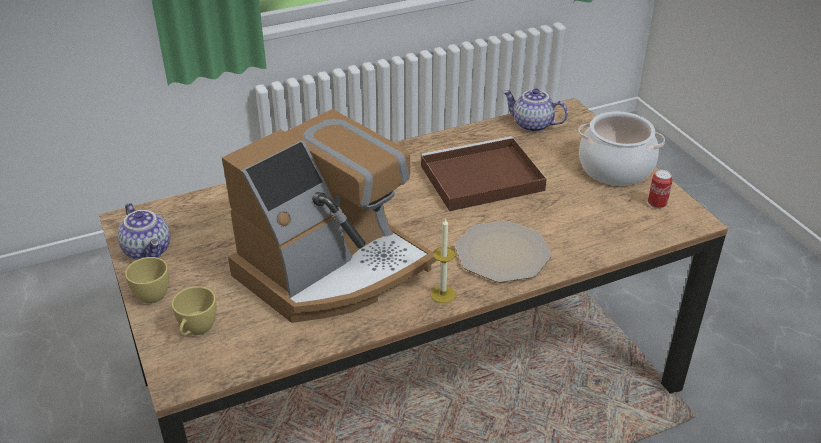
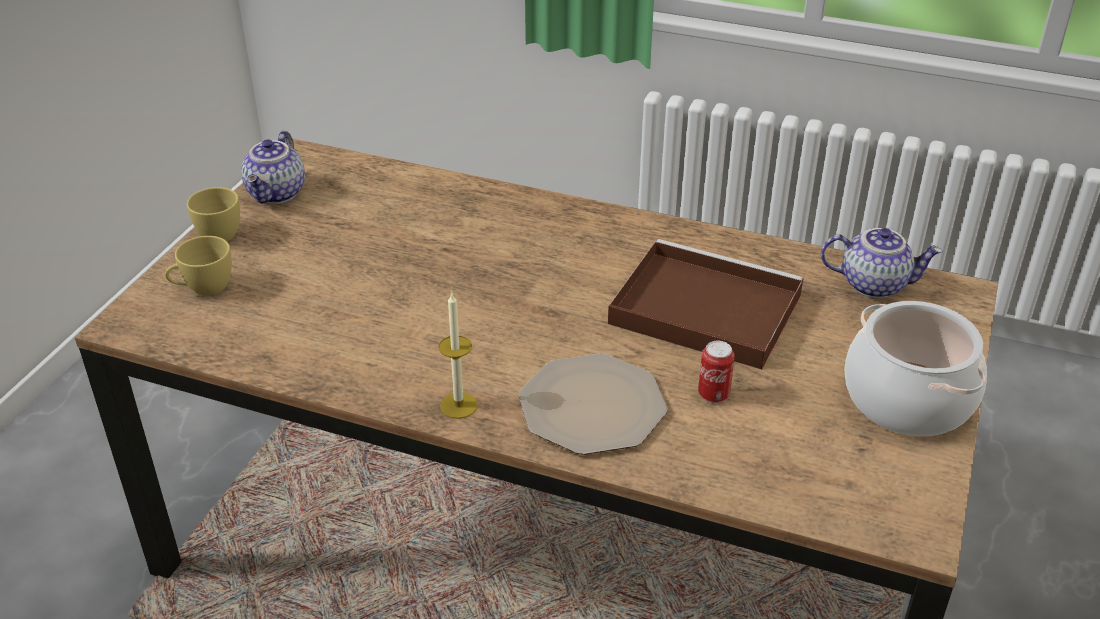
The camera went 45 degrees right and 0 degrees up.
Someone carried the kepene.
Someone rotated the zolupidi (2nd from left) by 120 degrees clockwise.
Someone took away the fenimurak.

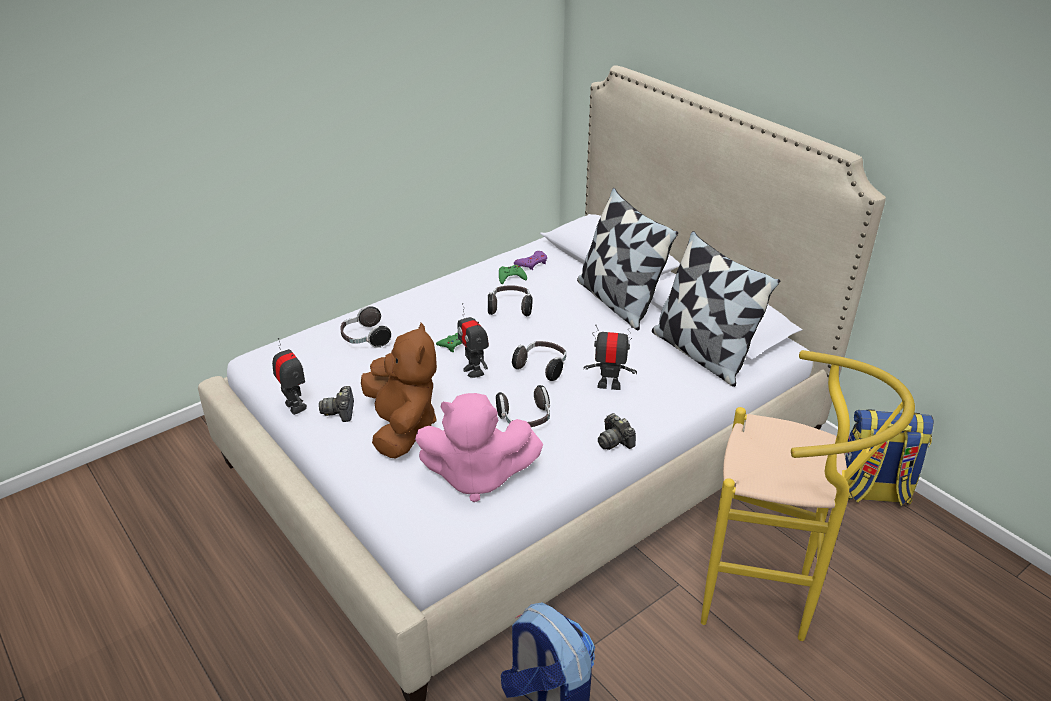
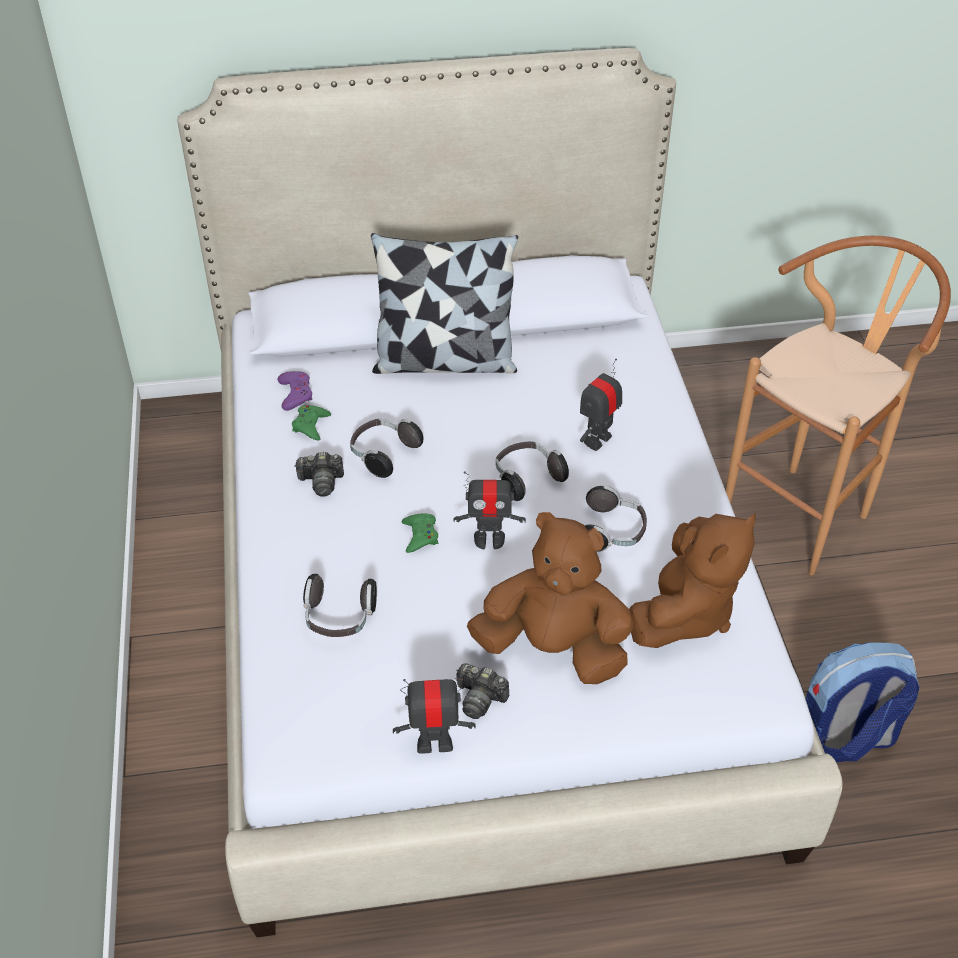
The camera went 60 degrees left and 10 degrees up.
Someone carried the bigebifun (2nd from left in the first image).
Someone repainted the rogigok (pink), which became the rogigok (brown) (2nd from left).
Someone repainted the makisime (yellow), which became the makisime (brown).
Someone took away the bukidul (2nd from left).
Someone took away the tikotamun (2nd from left).

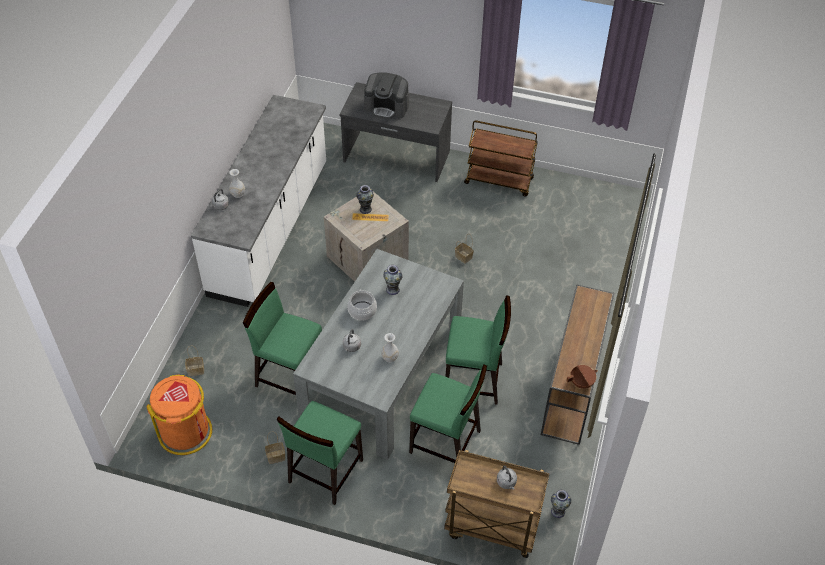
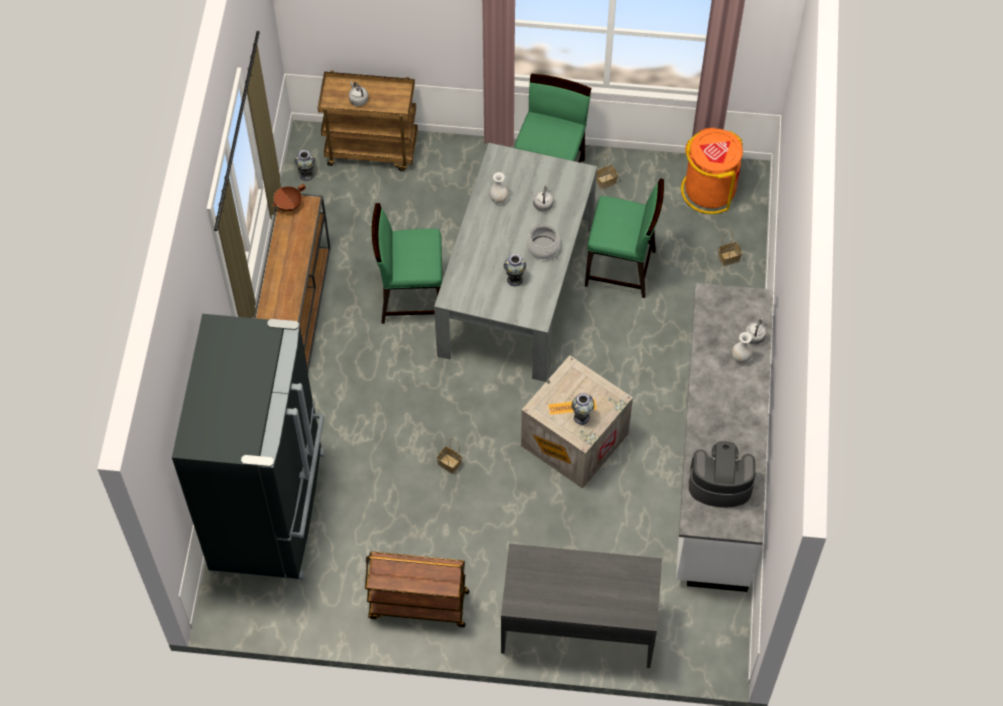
The camera went 170 degrees right and 10 degrees up.
Someone put down the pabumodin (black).
Someone carried the fenimurak.
Someone took away the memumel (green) (3rd from left).

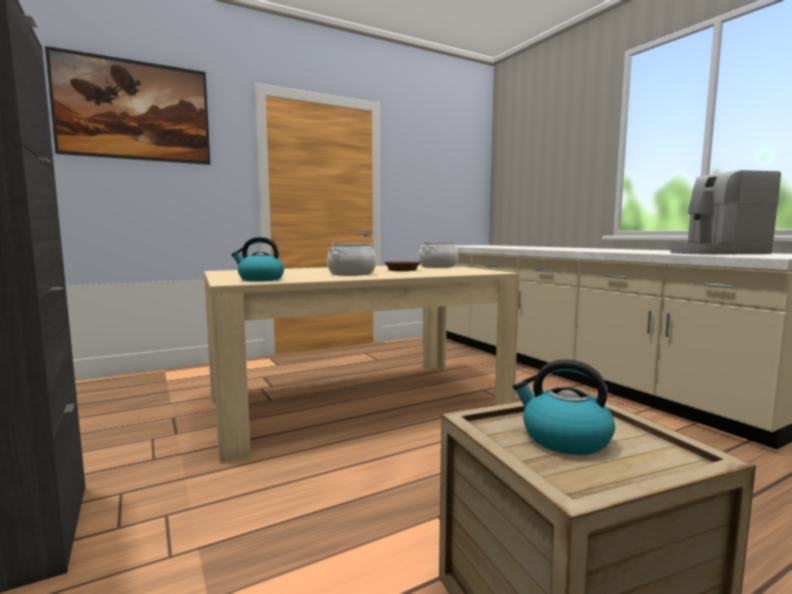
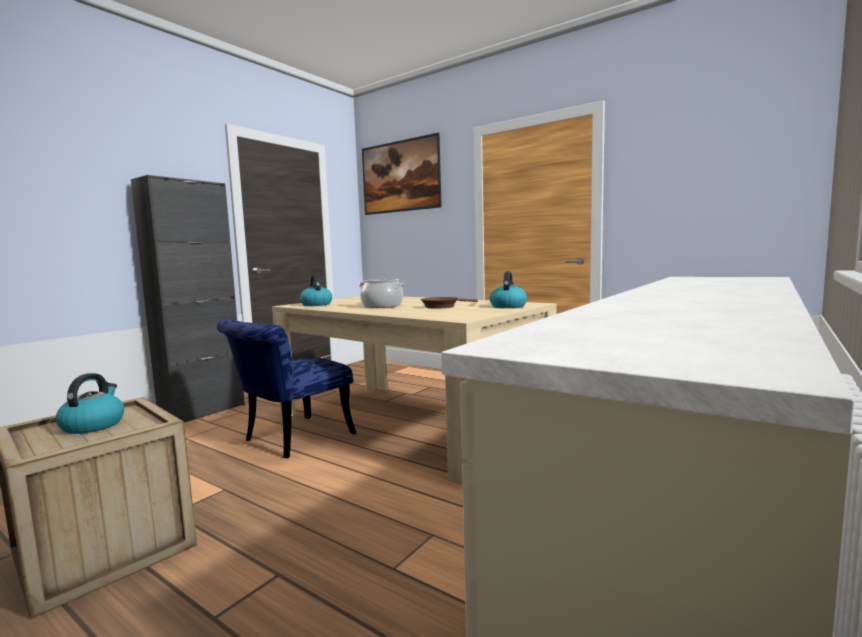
The camera went 65 degrees right and 0 degrees up.
Someone put down the memumel (blue).
Someone swapped the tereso (2nd from left) for the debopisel (3rd from left).
Someone took away the fenimurak.

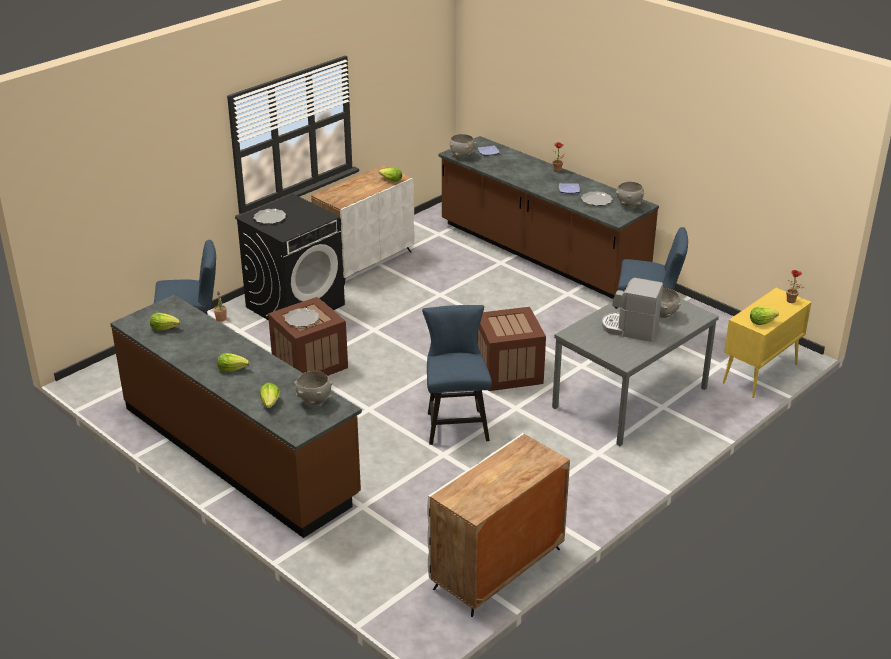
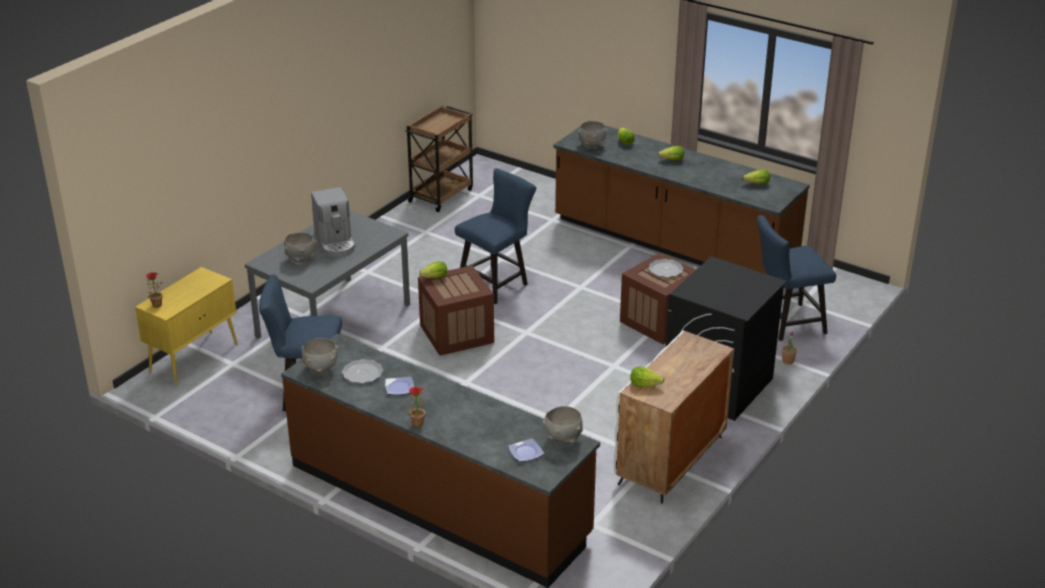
The camera went 170 degrees right and 0 degrees up.
Someone rotated the fenimurak by 60 degrees clockwise.
Someone swapped the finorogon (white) (2nd from left) for the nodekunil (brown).
Someone carried the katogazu (5th from left in the first image).
Someone rotated the memumel (blue) (2nd from left) by 120 degrees counterclockwise.
Someone took away the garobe (1st from left).

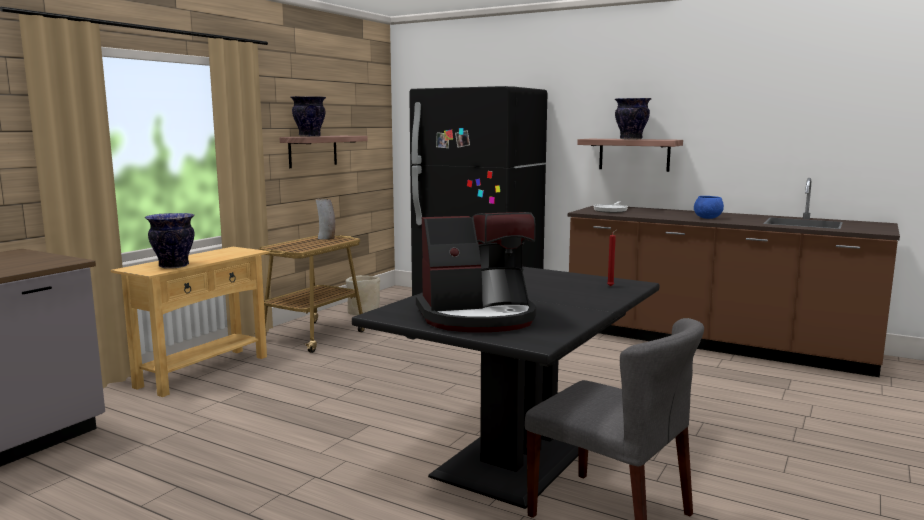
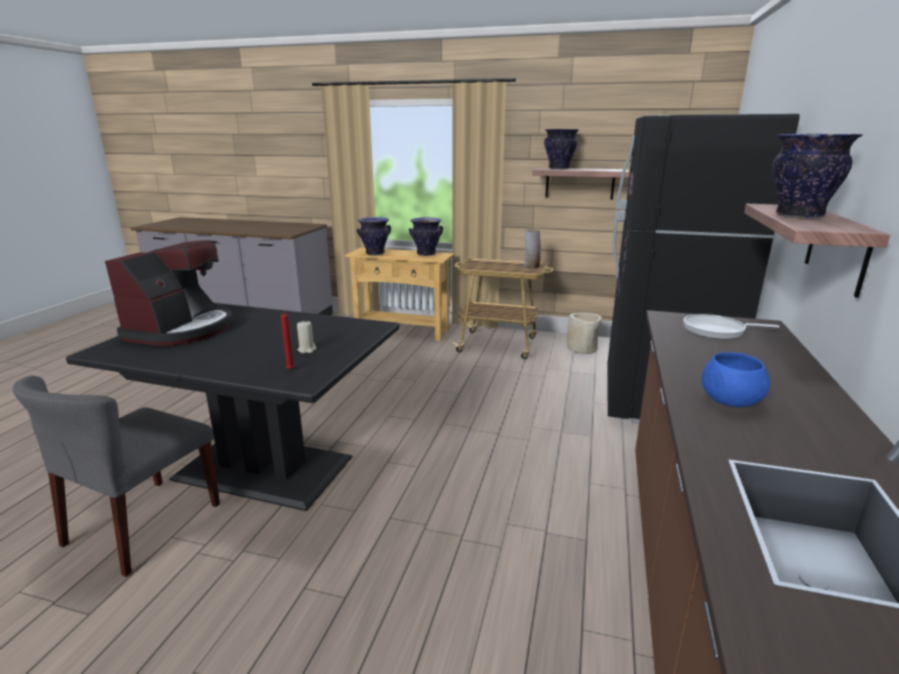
The camera went 75 degrees right and 10 degrees up.
Someone rotated the fenimurak by 135 degrees counterclockwise.
Someone put down the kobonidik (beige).
Someone put down the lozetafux (2nd from left).

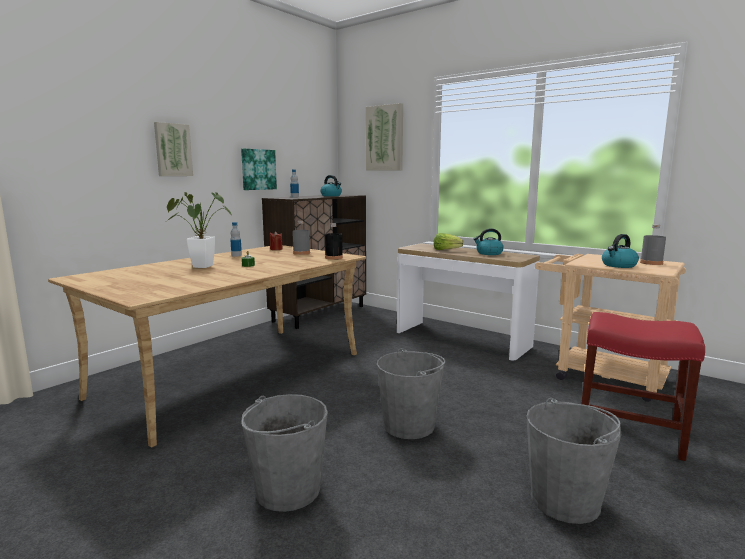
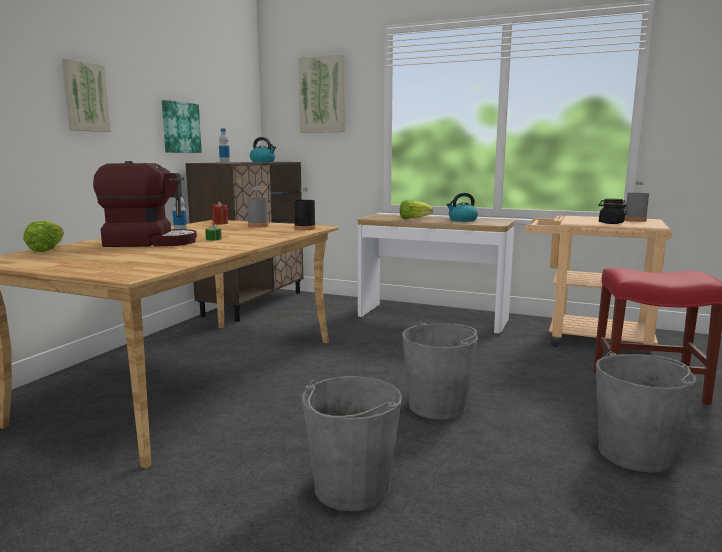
The camera went 15 degrees left and 0 degrees up.
Someone put down the katogazu (1st from left).
Someone swapped the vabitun for the fenimurak.
Someone swapped the debopisel (3rd from left) for the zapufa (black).

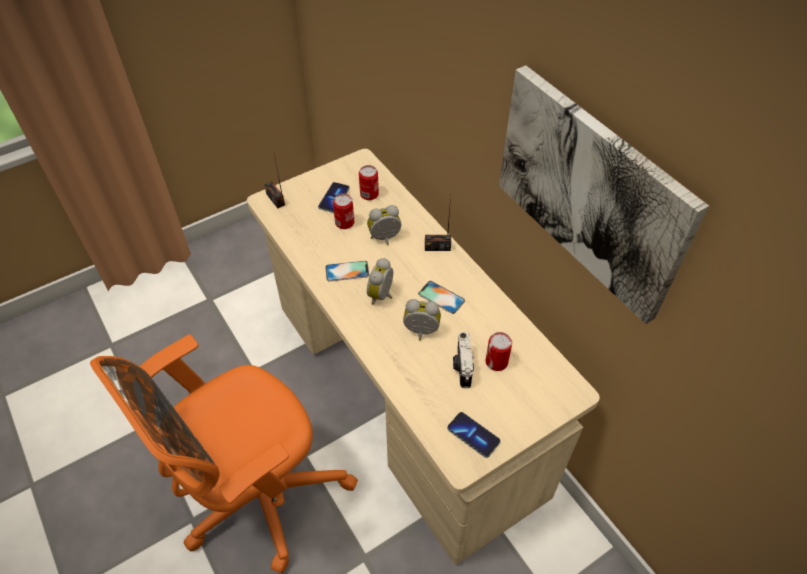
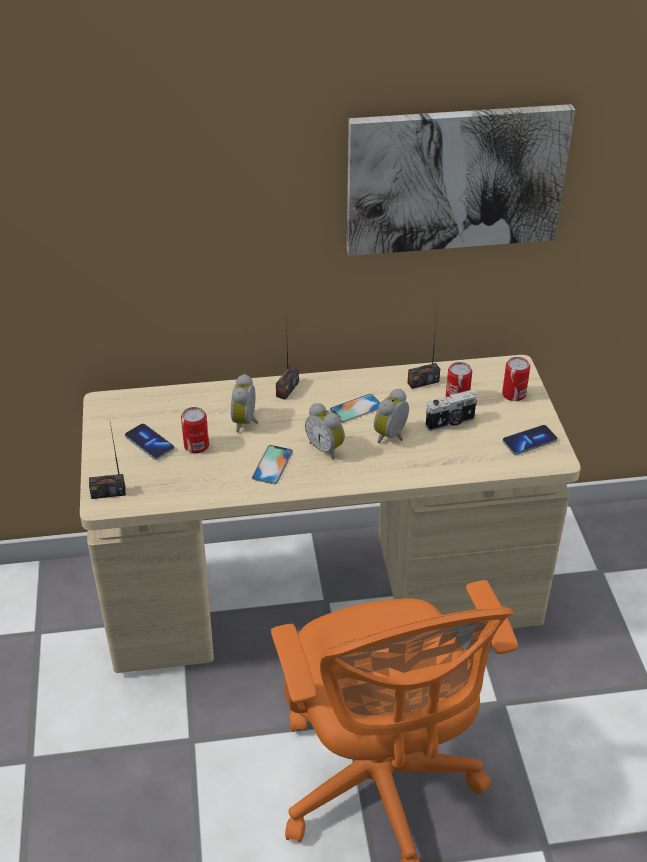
The camera went 65 degrees left and 10 degrees down.
Someone put down the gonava (3rd from left).
Someone rotated the bigebifun by 45 degrees counterclockwise.
Someone carried the kepene (2nd from left in the first image).

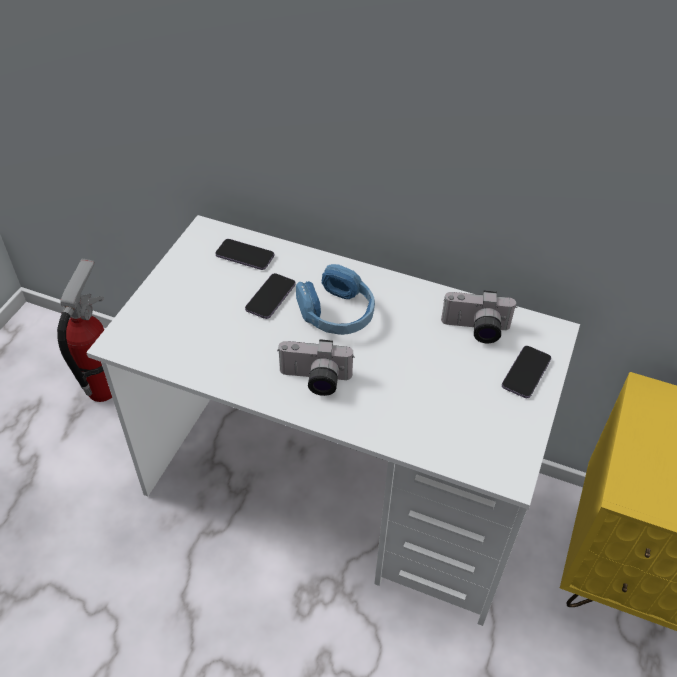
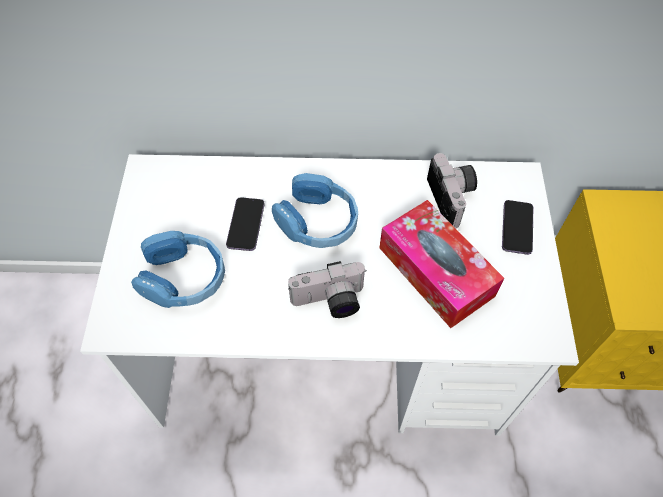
The camera went 20 degrees left and 10 degrees up.
Someone put down the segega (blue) (1st from left).
Someone put down the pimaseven.
Someone rotated the bigebifun (2nd from left) by 90 degrees counterclockwise.
Someone took away the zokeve.
Someone took away the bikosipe (1st from left).

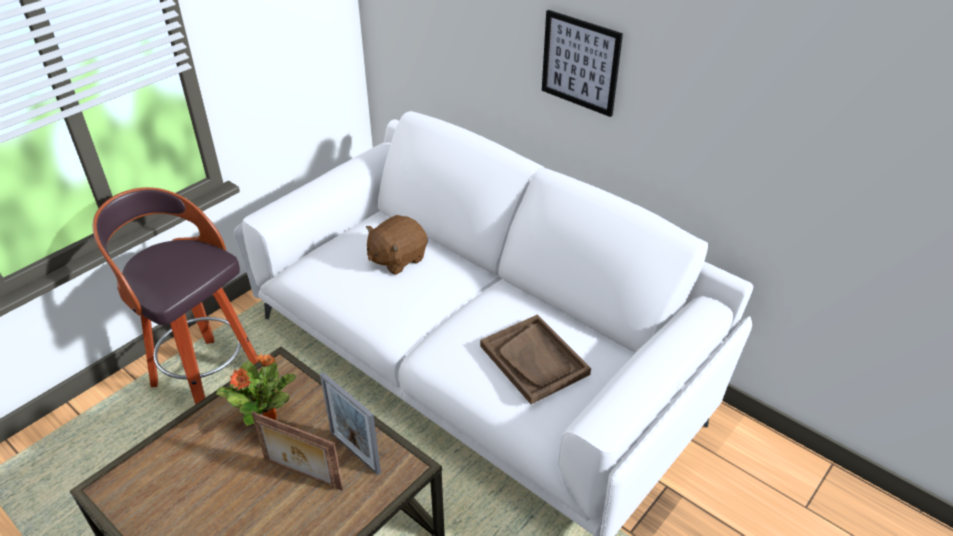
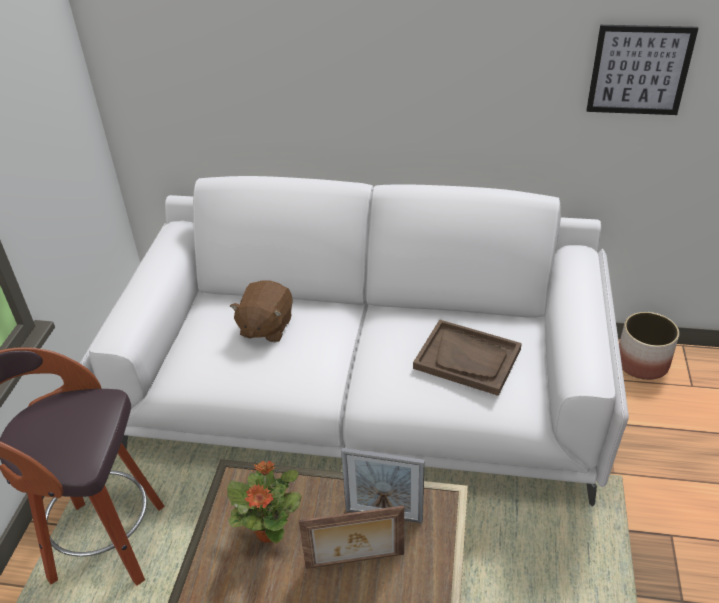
The camera went 30 degrees left and 0 degrees up.
Someone carried the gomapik.
Someone put down the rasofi.

